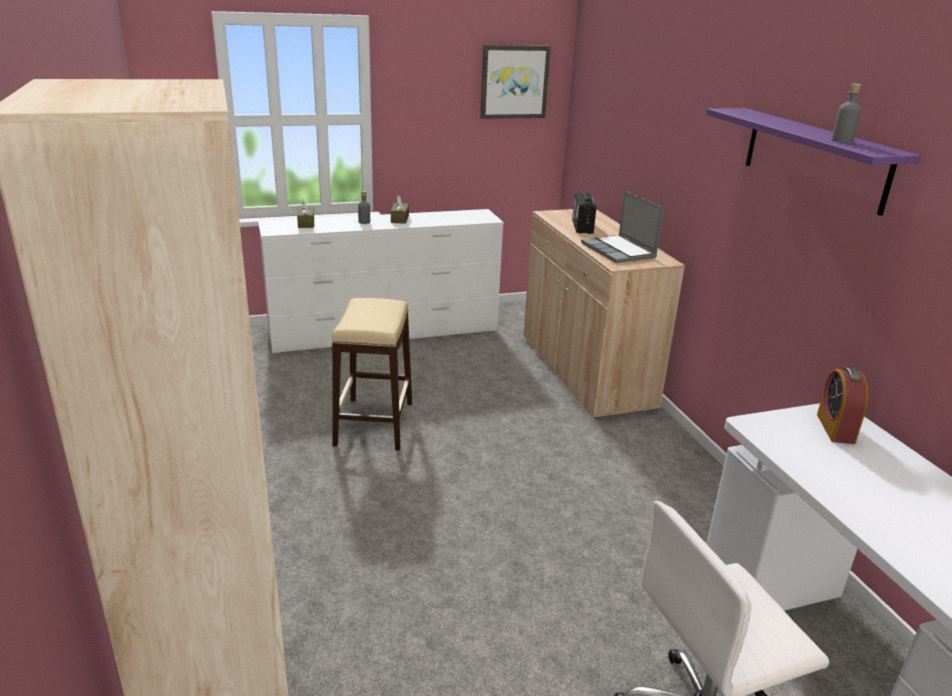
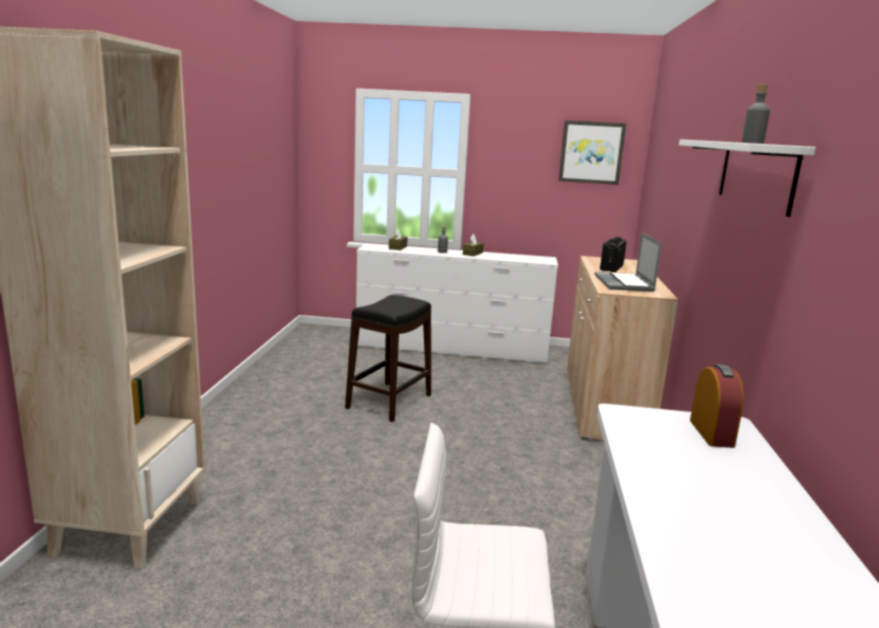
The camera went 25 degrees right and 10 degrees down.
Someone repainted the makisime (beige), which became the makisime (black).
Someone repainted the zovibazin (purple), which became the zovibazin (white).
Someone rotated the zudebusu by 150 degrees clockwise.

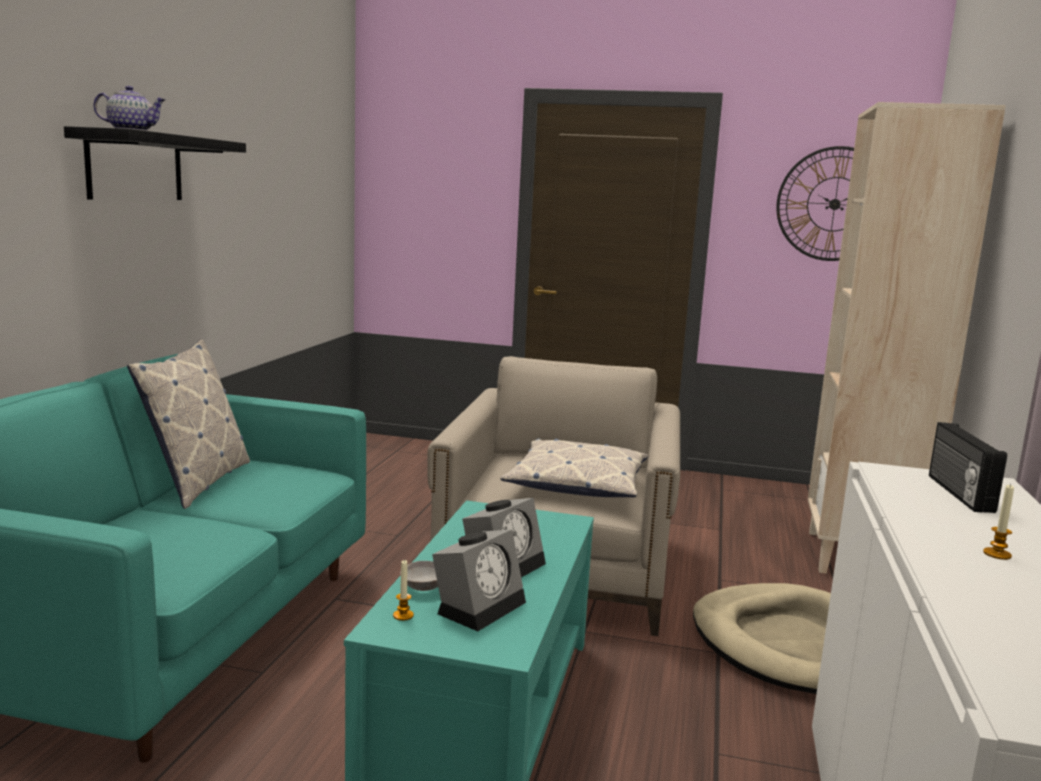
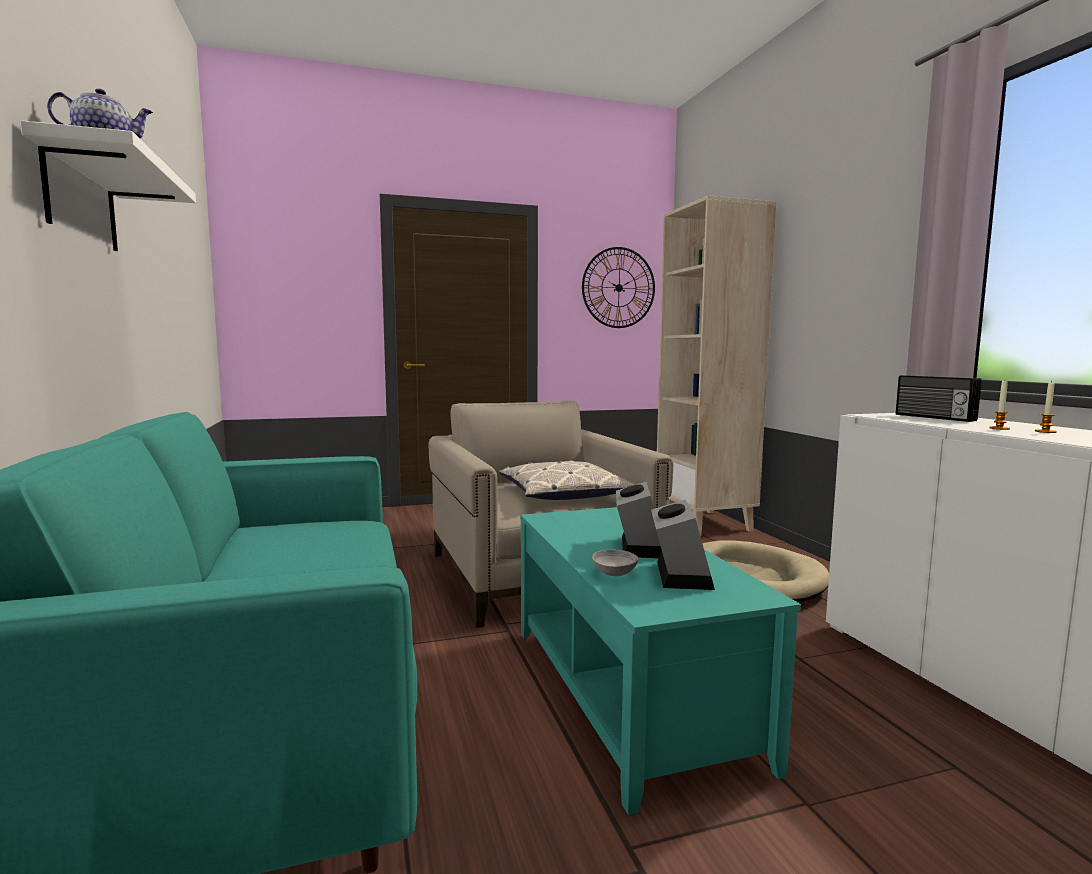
The camera went 30 degrees left and 5 degrees down.
Someone repainted the zovibazin (black), which became the zovibazin (white).
Someone carried the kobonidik (1st from left).
Someone took away the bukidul (1st from left).

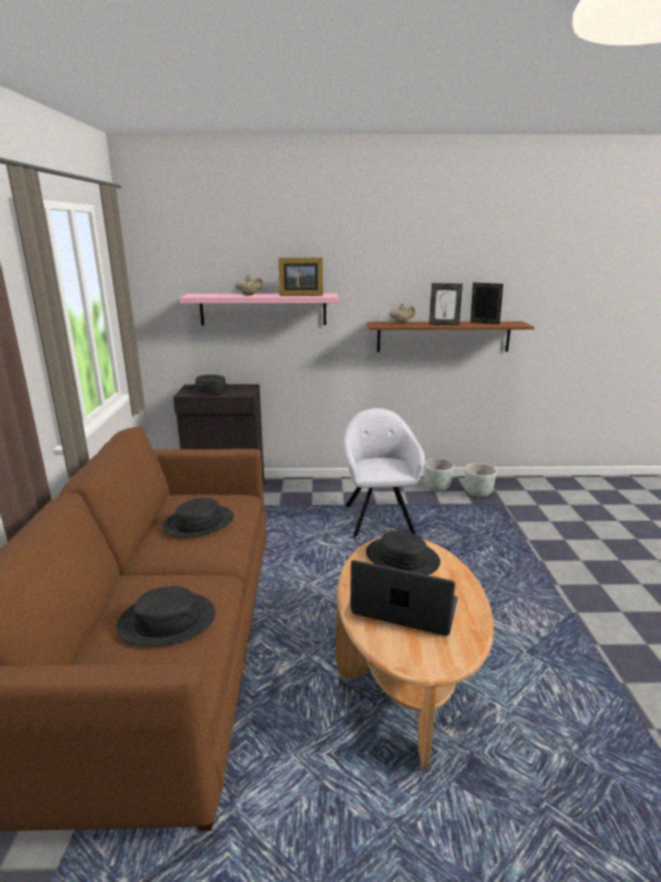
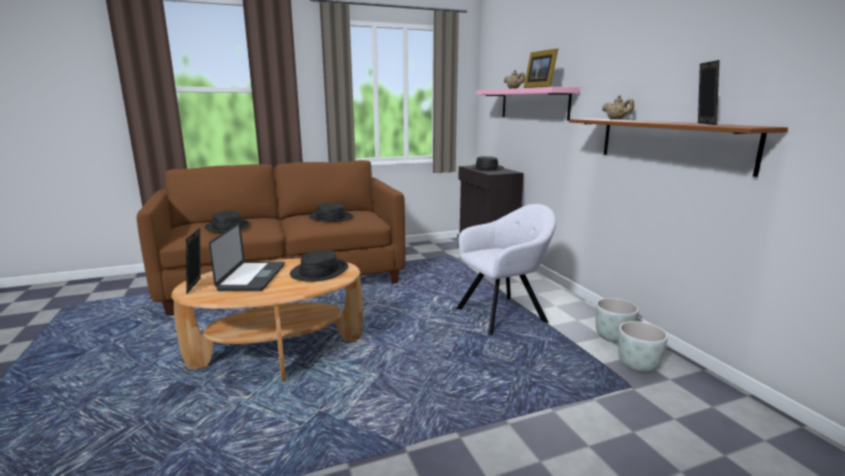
The camera went 70 degrees right and 5 degrees down.
Someone carried the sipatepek (2nd from left in the first image).

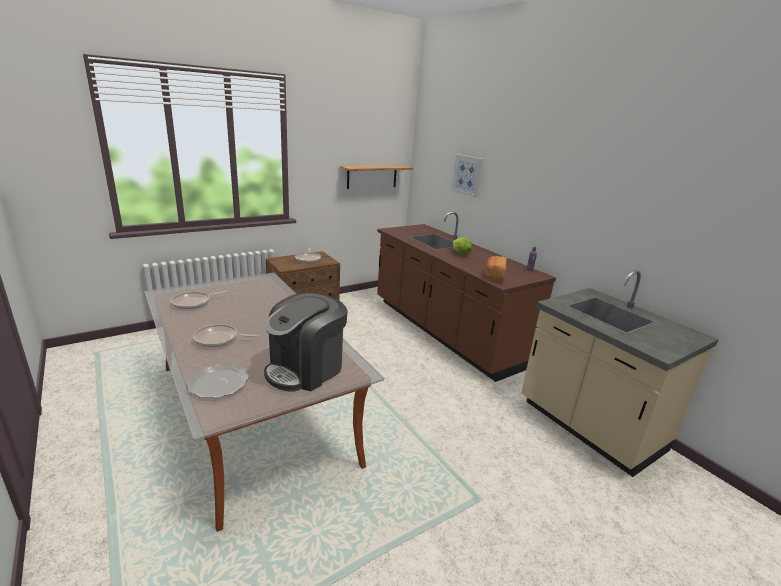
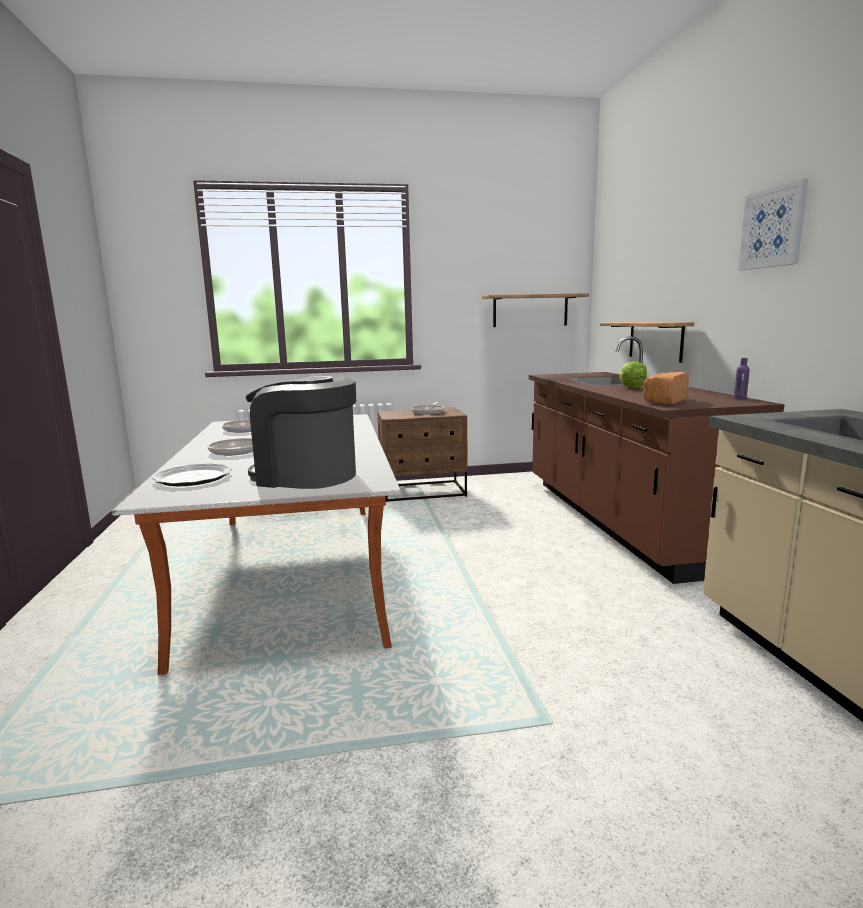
The camera went 25 degrees right and 10 degrees down.
Someone rotated the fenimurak by 45 degrees clockwise.
Someone put up the zovibazin (2nd from left).
Someone carried the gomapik.

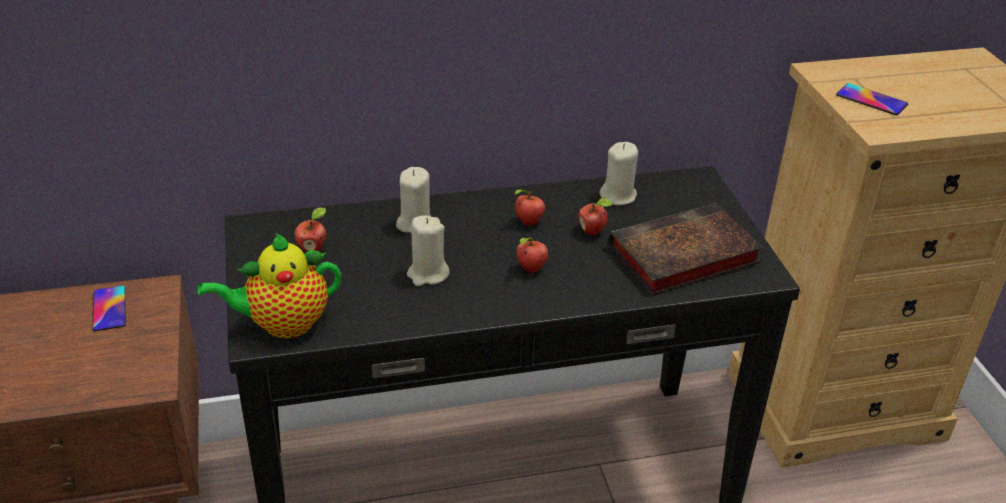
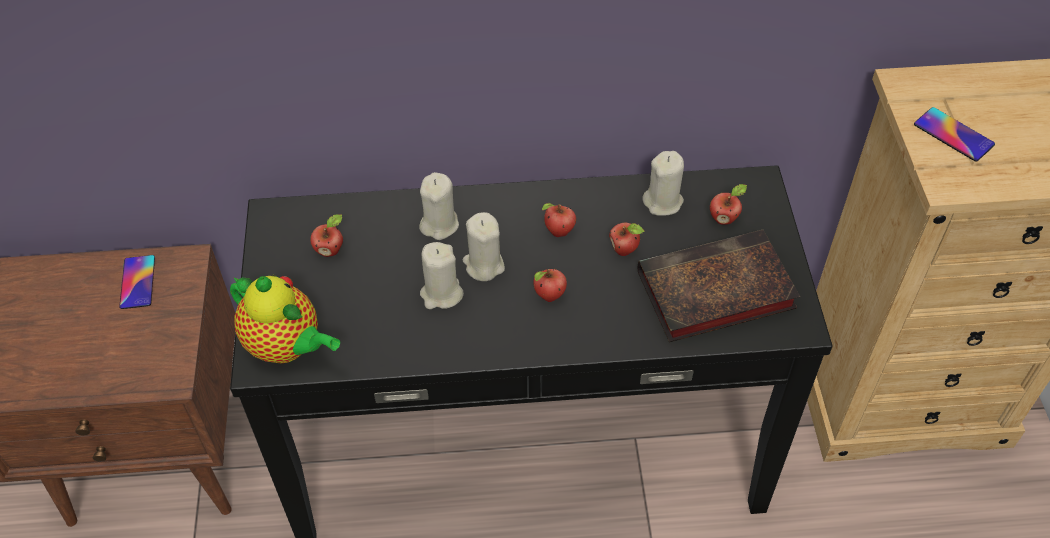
The camera went 10 degrees right and 15 degrees up.
Someone rotated the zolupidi by 135 degrees counterclockwise.
Someone put down the kobonidik (beige) (3rd from left).
Someone put down the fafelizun (5th from left).

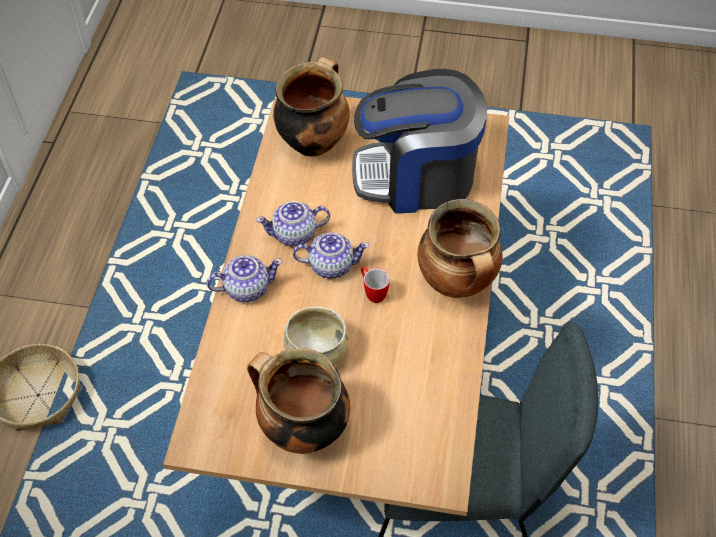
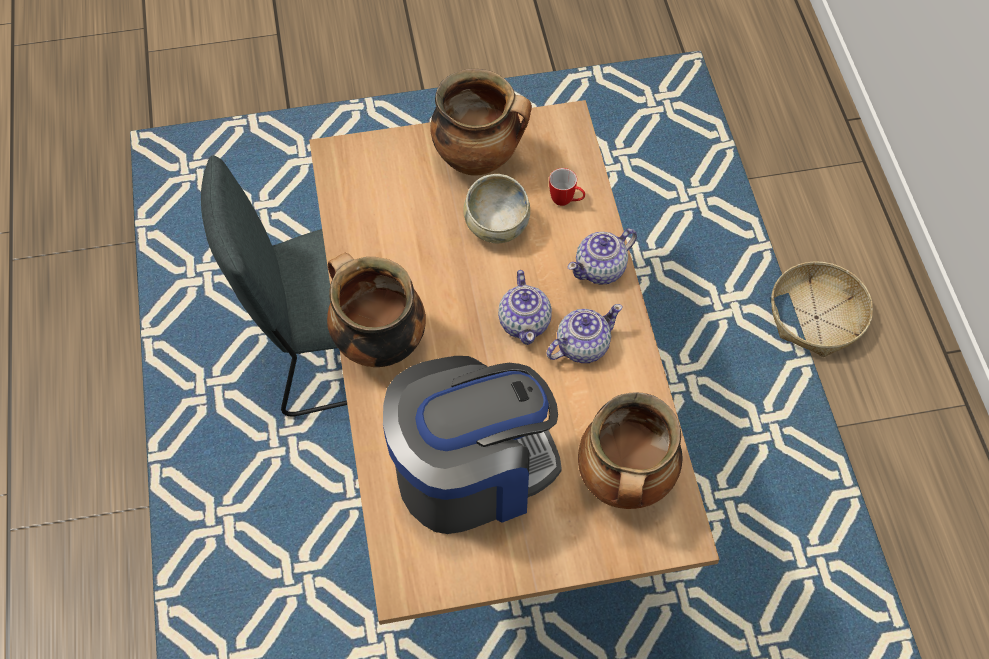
The camera went 160 degrees right and 5 degrees up.
Someone rotated the zolupidi (3rd from left in the first image) by 75 degrees counterclockwise.
Someone carried the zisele.

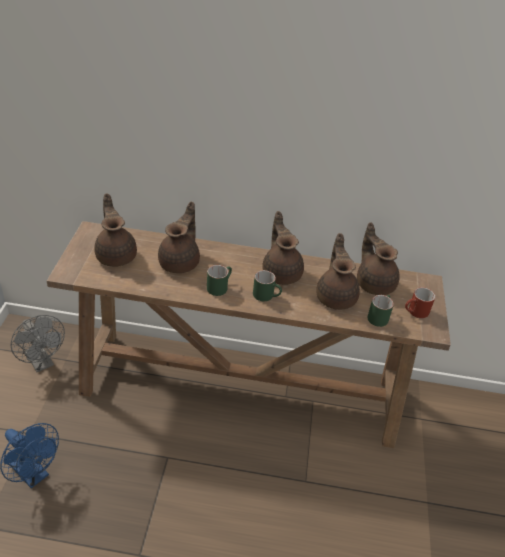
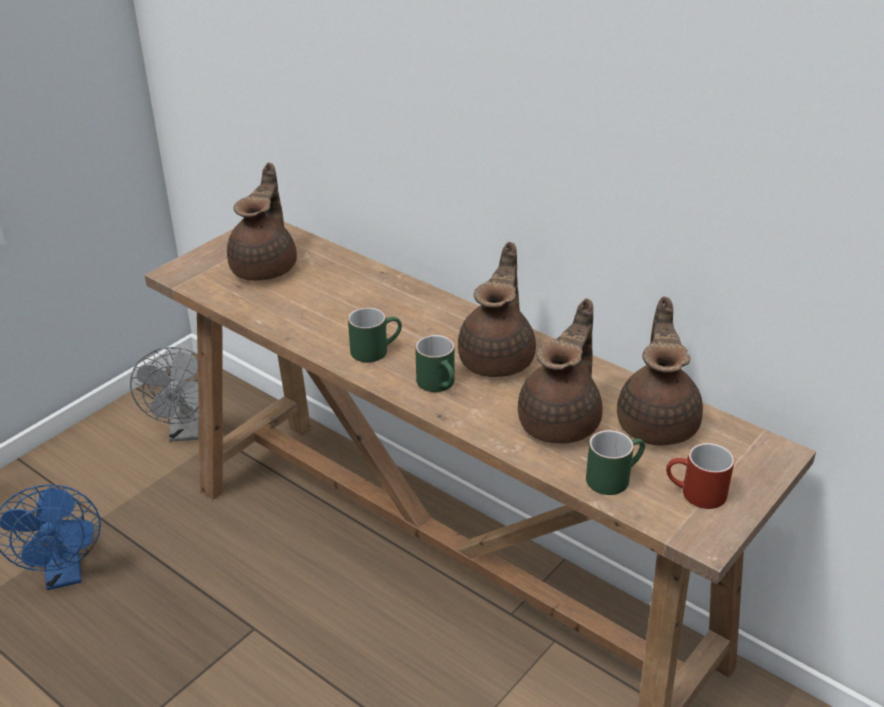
The camera went 35 degrees right and 5 degrees down.
Someone took away the zolupidi (brown) (2nd from left).

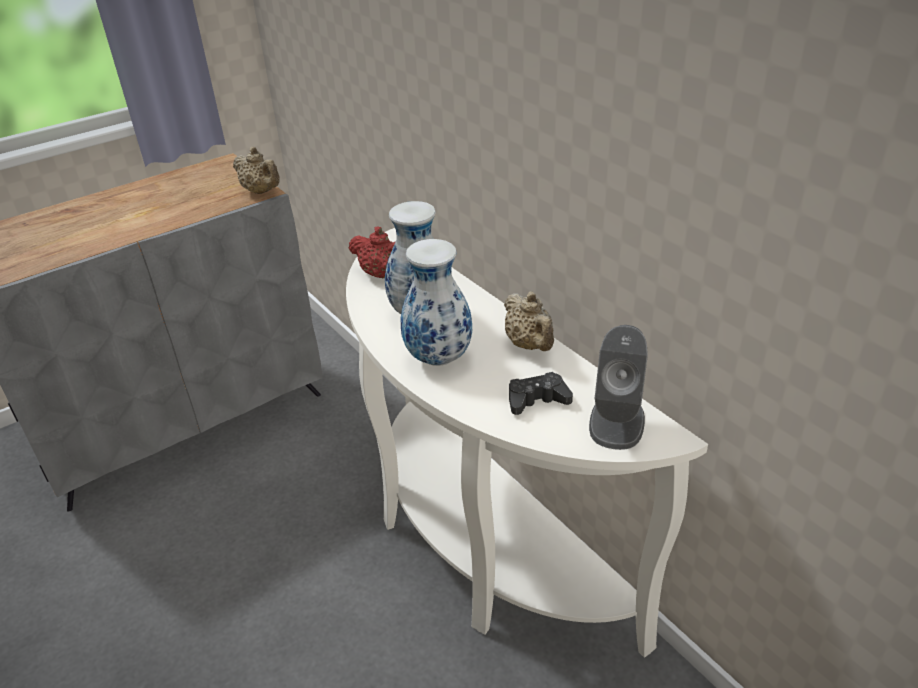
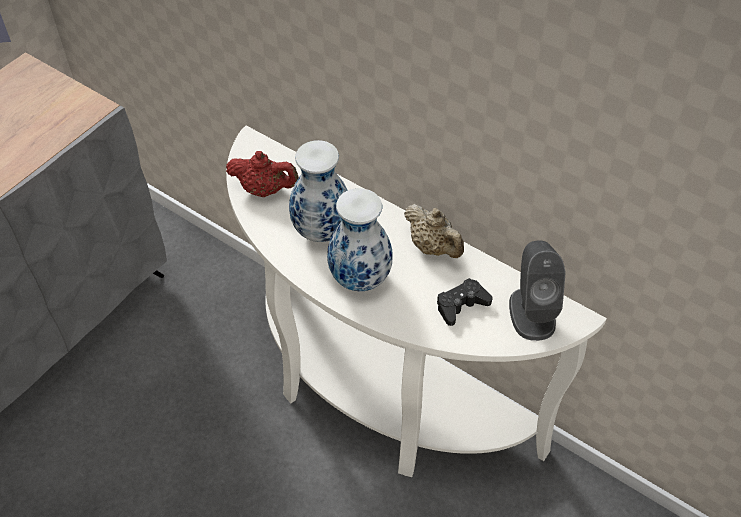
The camera went 20 degrees left and 15 degrees up.
Someone took away the zolupidi (beige) (1st from left).

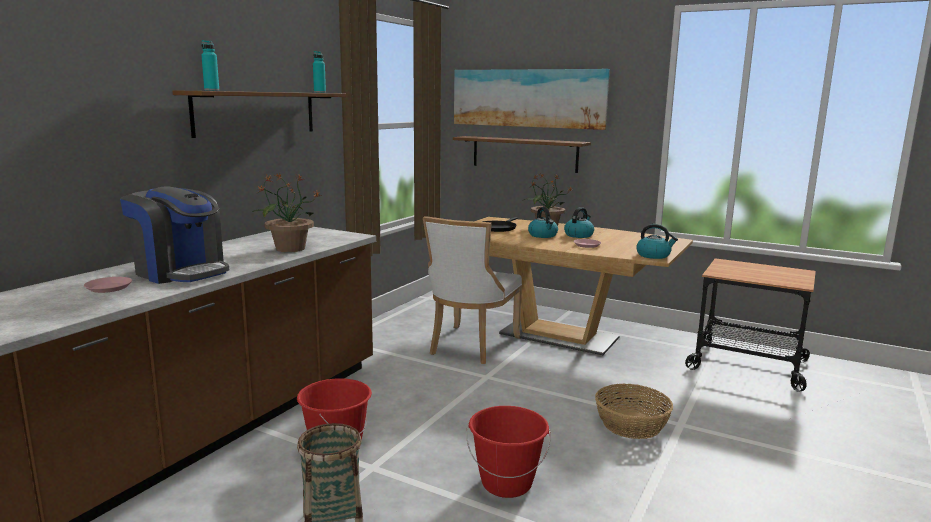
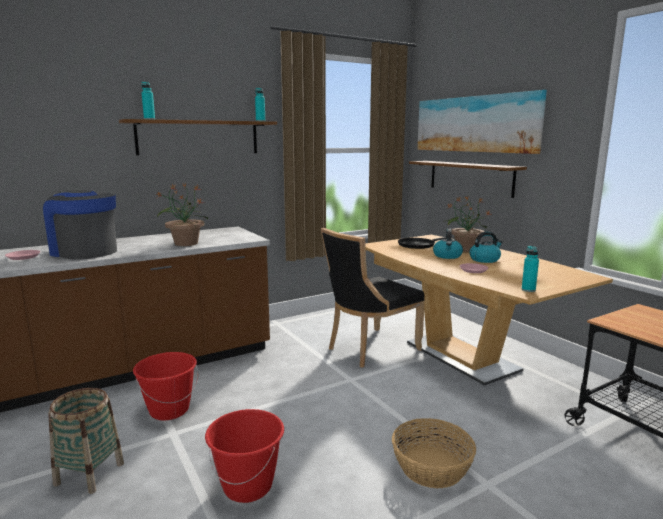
The camera went 30 degrees right and 0 degrees up.
Someone rotated the fenimurak by 150 degrees clockwise.
Someone repainted the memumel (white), which became the memumel (black).
Someone swapped the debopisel (3rd from left) for the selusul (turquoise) (3rd from left).

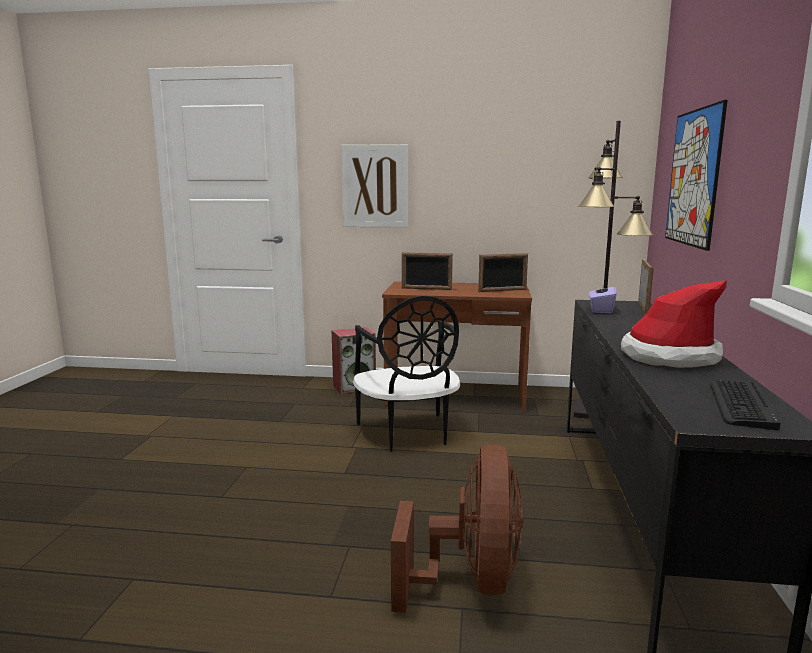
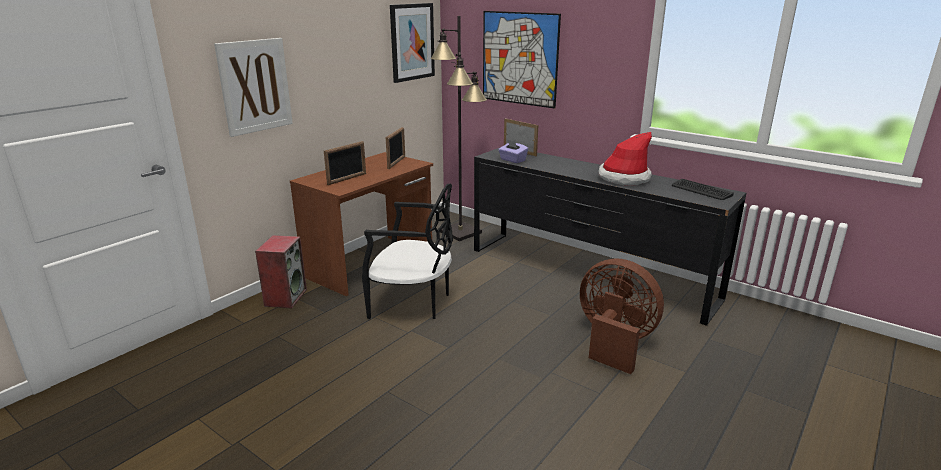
The camera went 60 degrees left and 10 degrees up.
Someone put up the gomapik (2nd from left).

